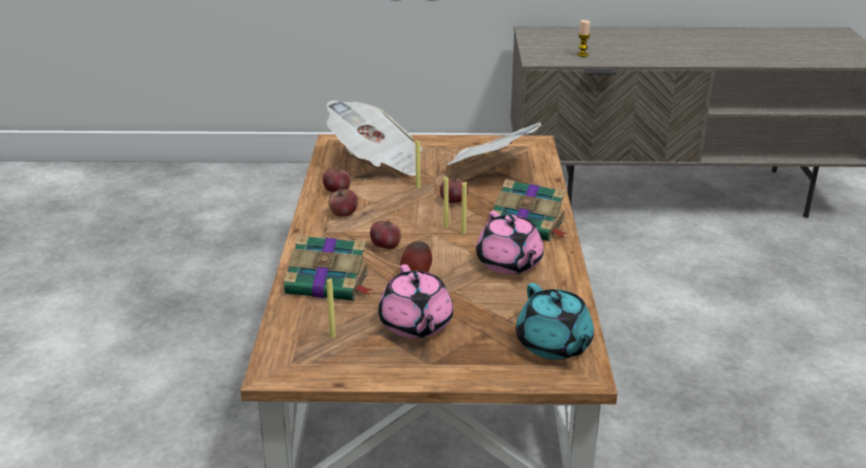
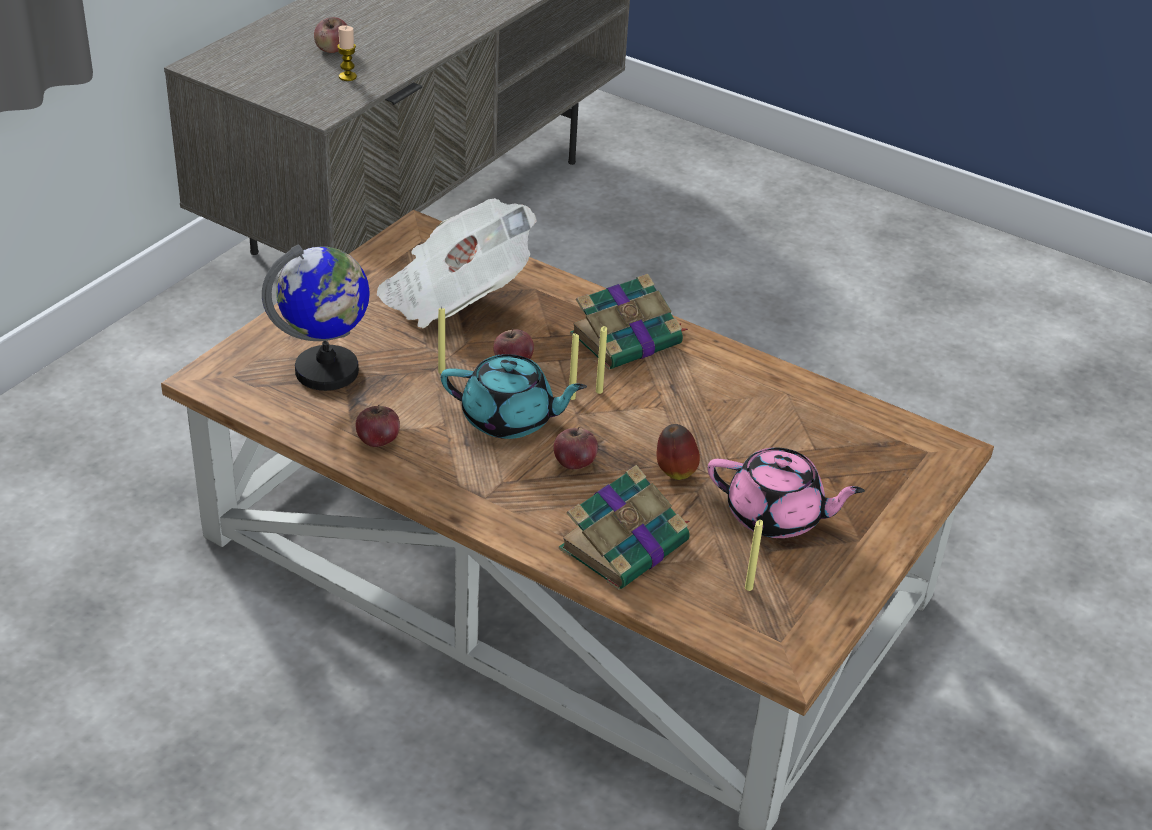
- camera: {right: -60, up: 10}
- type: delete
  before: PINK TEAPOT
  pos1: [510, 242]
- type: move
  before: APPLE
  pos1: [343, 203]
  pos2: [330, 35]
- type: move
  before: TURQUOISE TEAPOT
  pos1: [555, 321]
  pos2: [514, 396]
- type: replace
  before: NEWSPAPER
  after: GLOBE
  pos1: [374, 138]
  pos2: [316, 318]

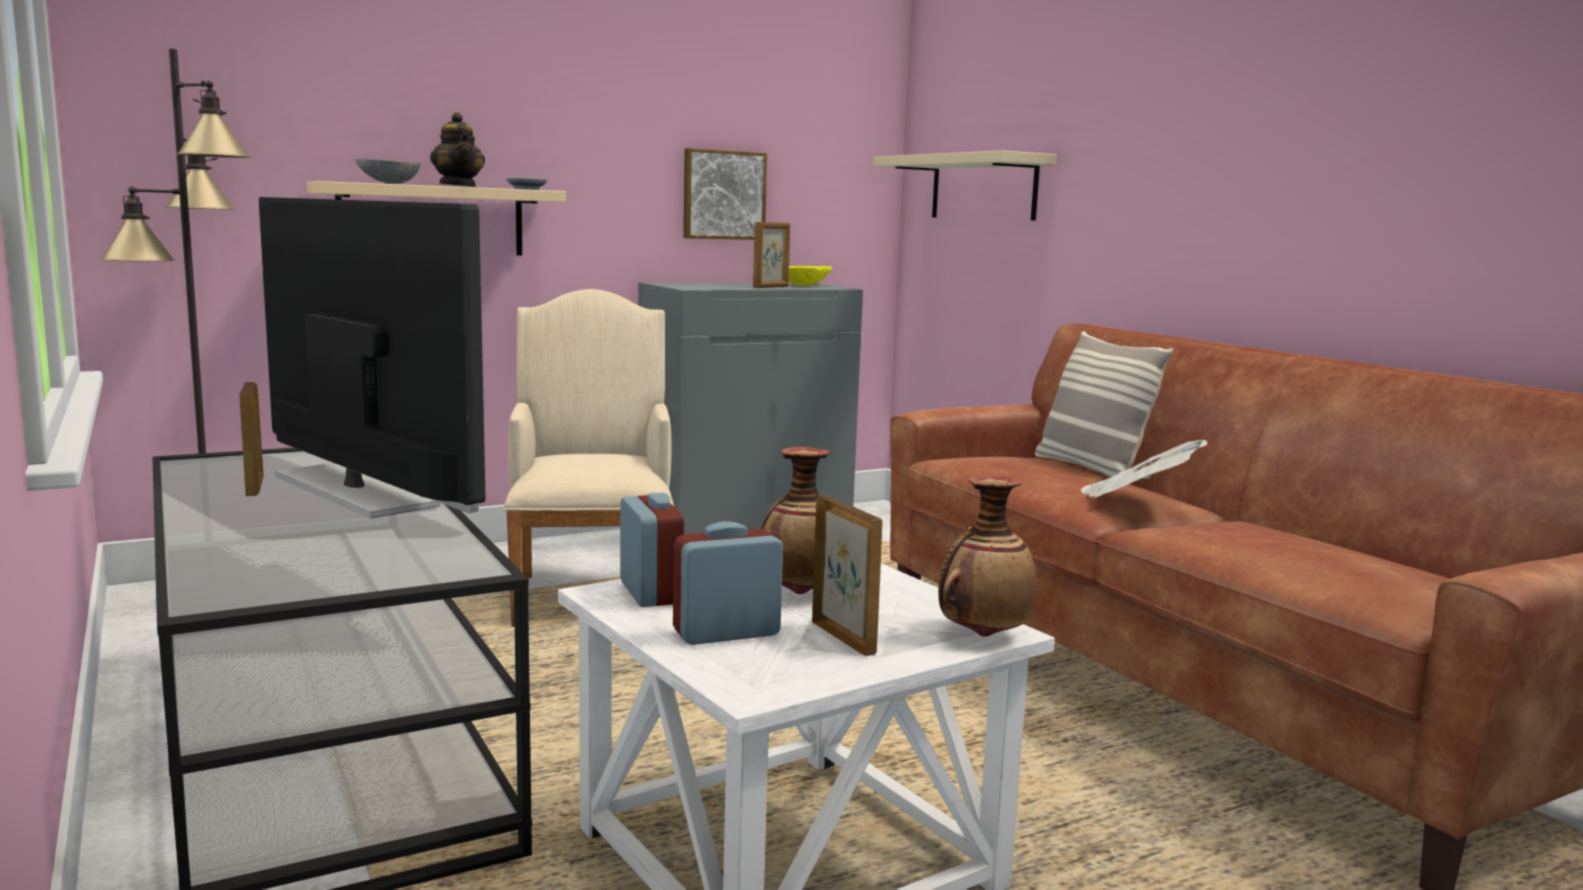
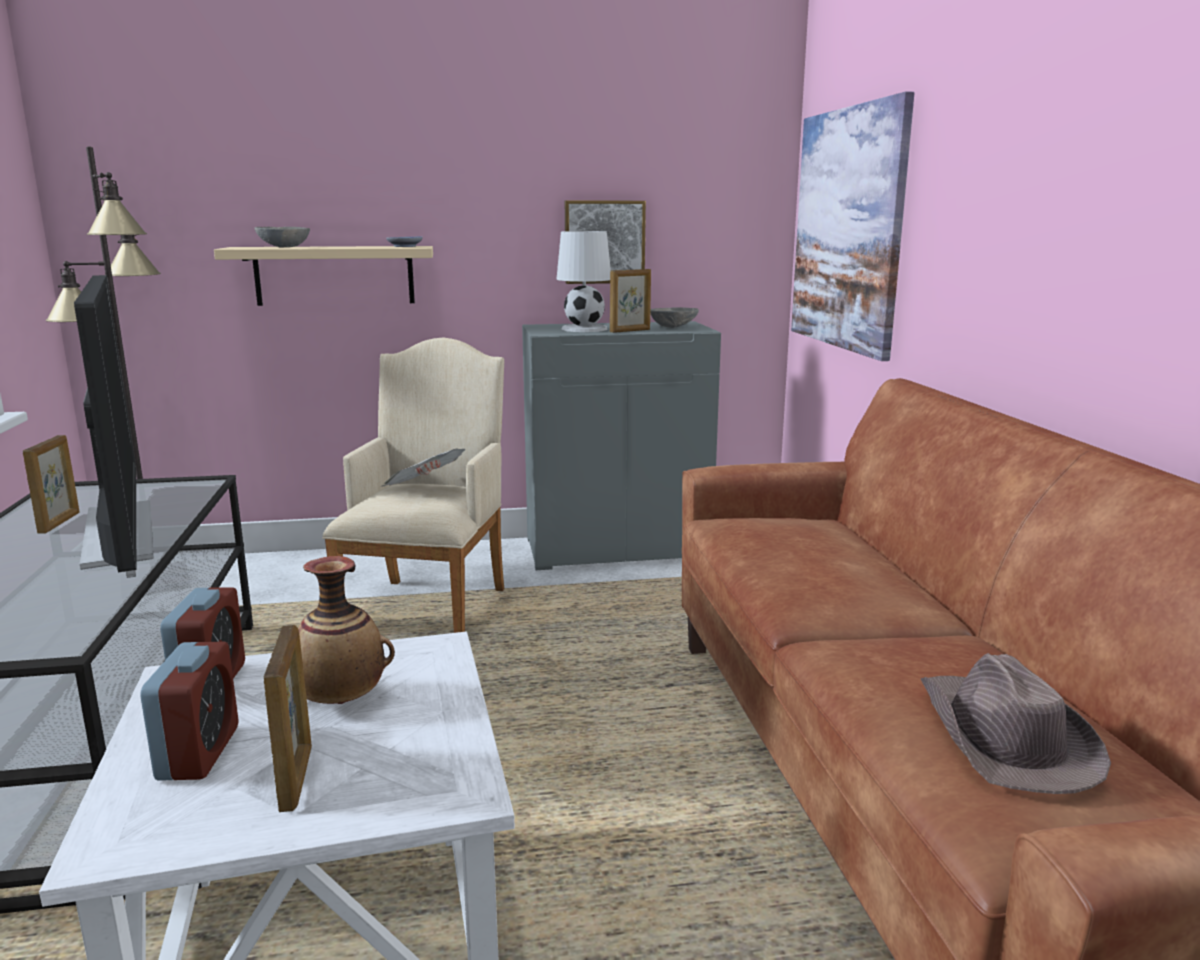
- camera: {right: 20, up: 5}
- type: delete
  before: TEAPOT
  pos1: [457, 149]
- type: delete
  before: VASE
  pos1: [987, 556]
- type: delete
  before: PILLOW
  pos1: [1104, 404]
- type: insert
  after: WHITE TABLE LAMP
  pos2: [583, 281]
- type: insert
  after: BROWN HAT
  pos2: [1016, 723]
- type: move
  before: NEWSPAPER
  pos1: [1143, 469]
  pos2: [423, 467]
- type: replace
  before: BEIGE SHELF
  after: PICTURE
  pos1: [965, 185]
  pos2: [852, 226]
- type: recolor
  before: YELLOW BOWL
  after: GREY BOWL
  pos1: [810, 276]
  pos2: [674, 317]
- type: rotate
  before: ALARM CLOCK
  pos1: [728, 583]
  pos2: [189, 711]
  turn: 90

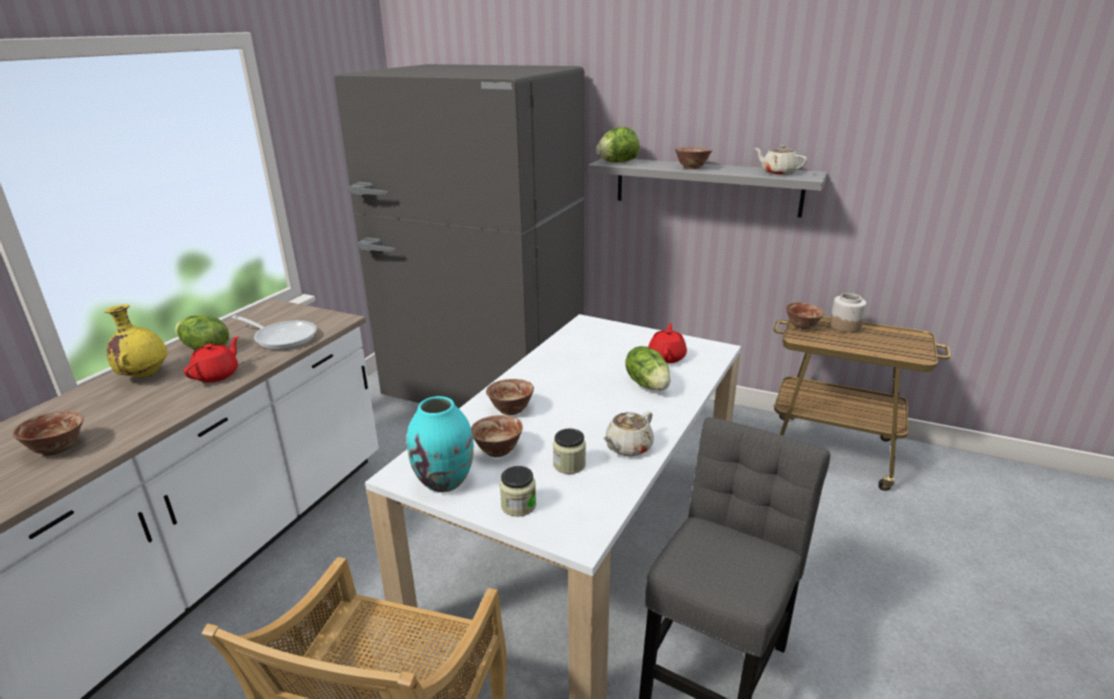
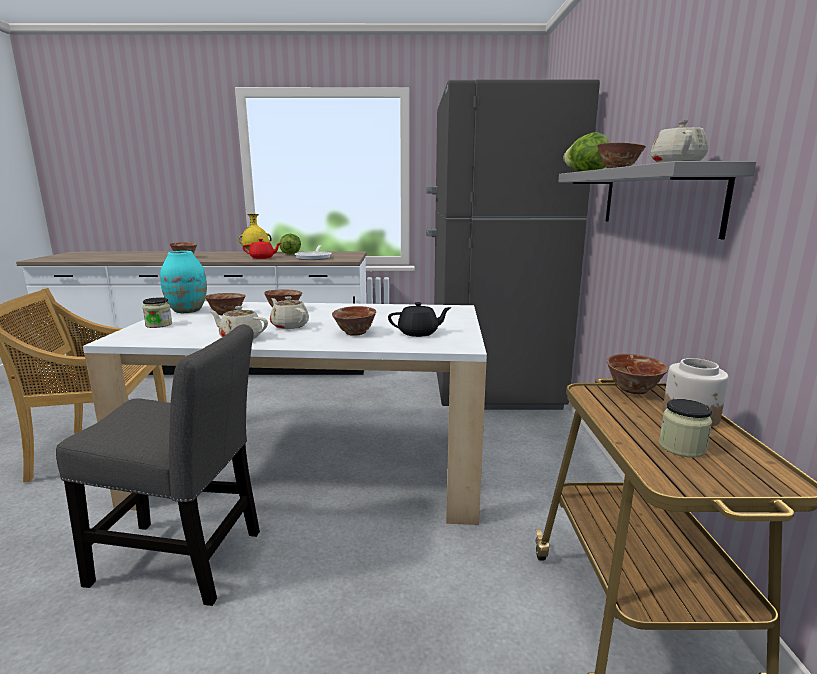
- camera: {right: 65, up: -10}
- type: insert
  after: BEIGE TEAPOT
  pos2: [289, 313]
- type: move
  before: JAR
  pos1: [569, 451]
  pos2: [685, 428]
- type: replace
  before: LETTUCE
  after: BOWL
  pos1: [648, 368]
  pos2: [354, 321]
- type: recolor
  before: RED TEAPOT
  after: BLACK TEAPOT
  pos1: [667, 343]
  pos2: [420, 319]

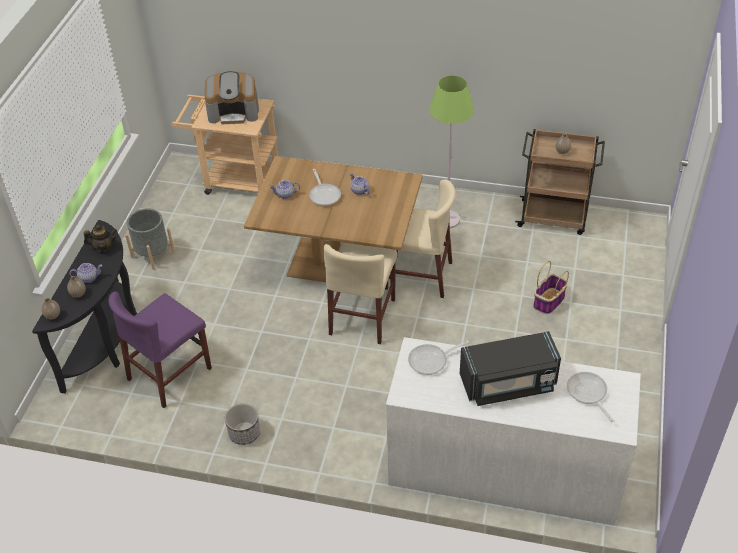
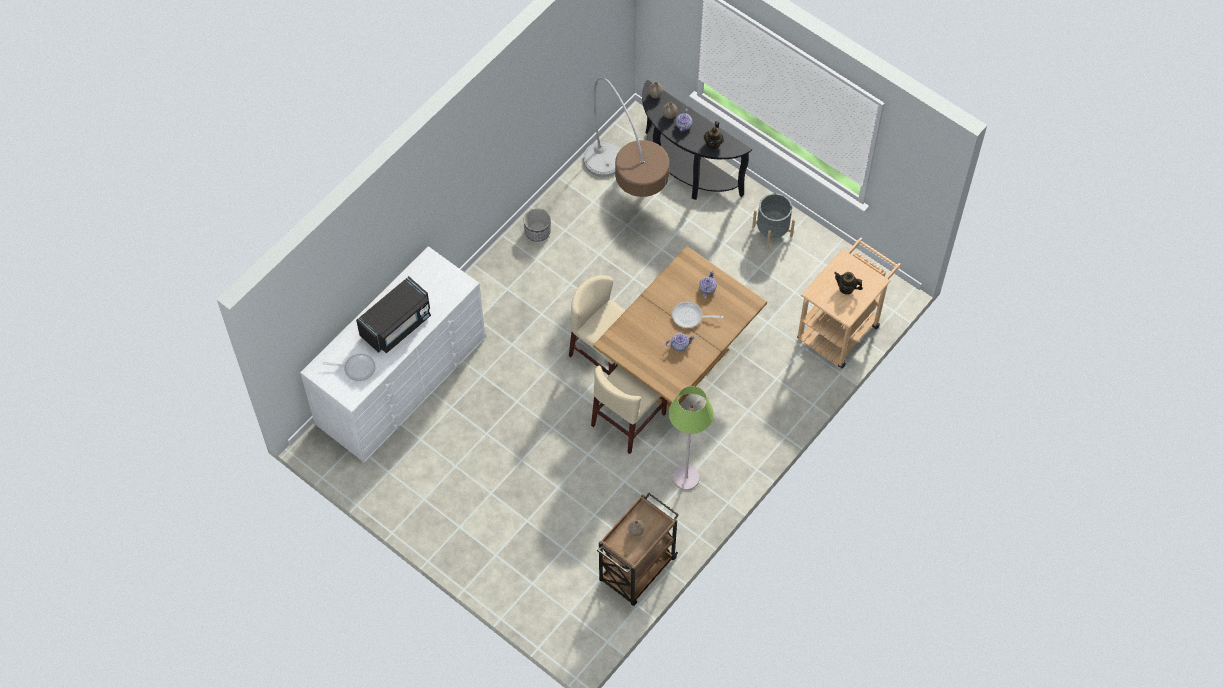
- camera: {right: 115, up: 15}
- type: delete
  before: FRYING PAN
  pos1: [438, 357]
- type: delete
  before: BASKET
  pos1: [551, 287]
- type: replace
  before: PURPLE CHAIR
  after: FLOOR LAMP
  pos1: [160, 349]
  pos2: [626, 137]
- type: replace
  before: COFFEE MACHINE
  after: TEAPOT
  pos1: [232, 97]
  pos2: [848, 283]
- type: rotate
  before: BLACK MICROWAVE
  pos1: [510, 368]
  pos2: [393, 314]
  turn: -150

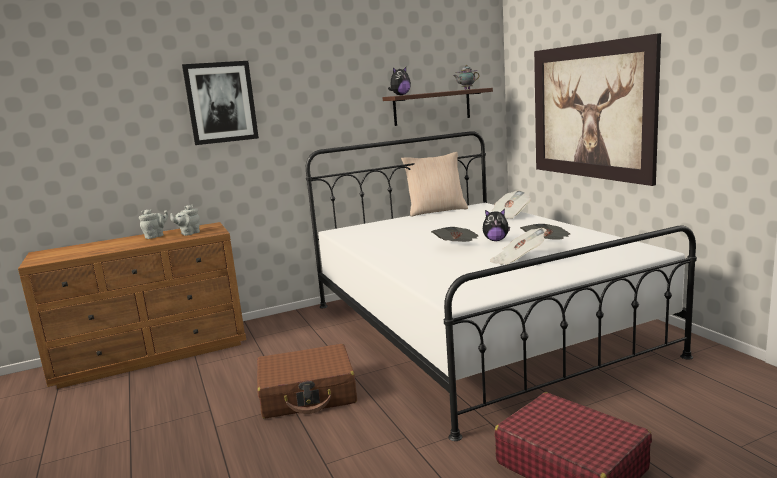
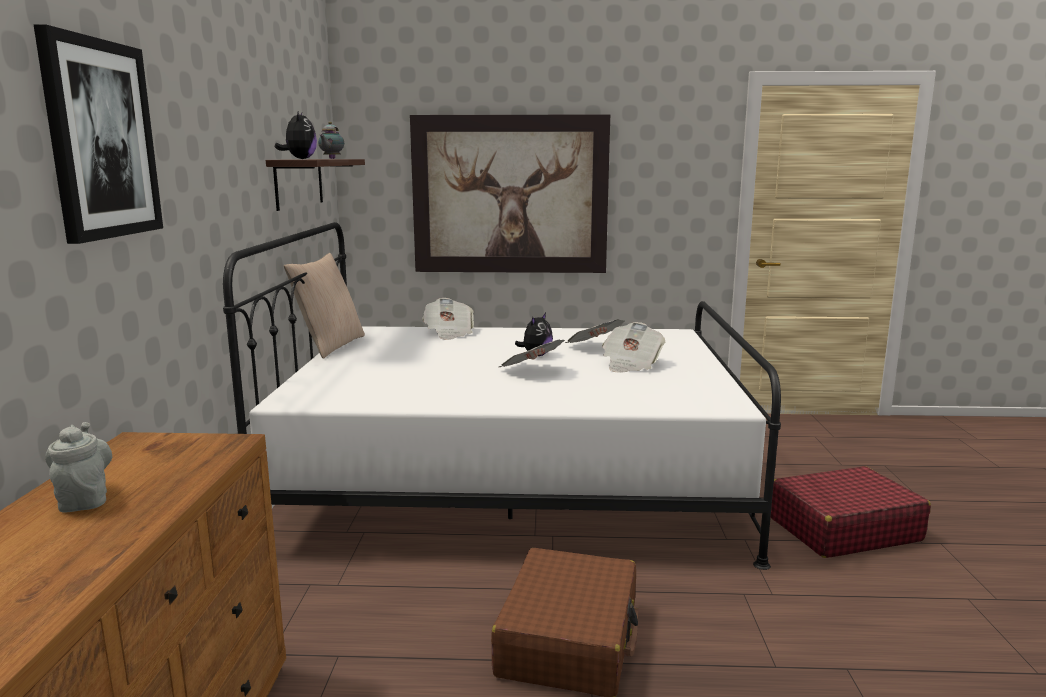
- camera: {right: -65, up: 0}
- type: delete
  before: GREY TEAPOT
  pos1: [185, 220]

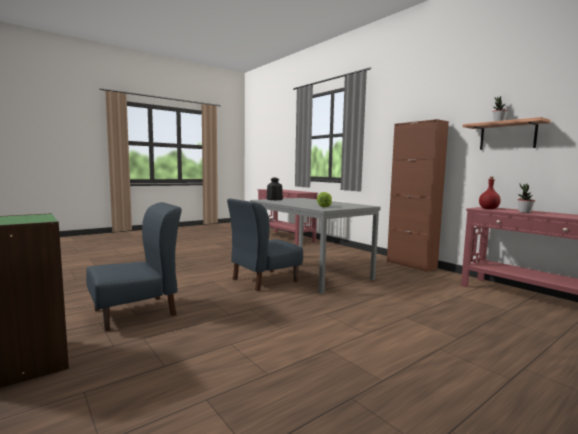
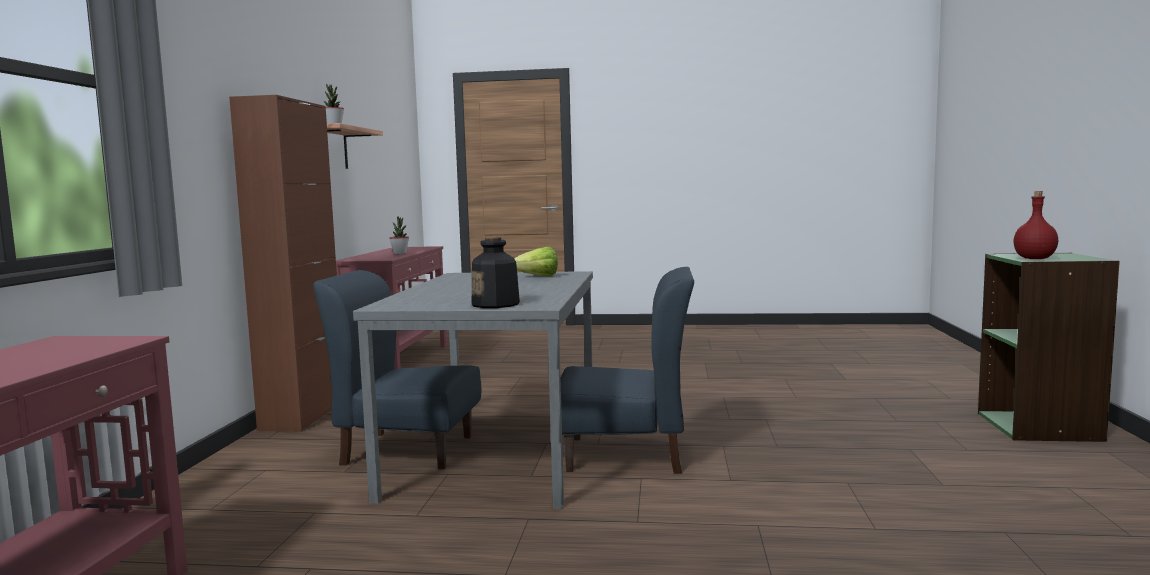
- camera: {right: -135, up: 0}
- type: move
  before: BLUE CHAIR
  pos1: [134, 266]
  pos2: [397, 369]
- type: move
  before: RED BOTTLE
  pos1: [490, 193]
  pos2: [1035, 225]

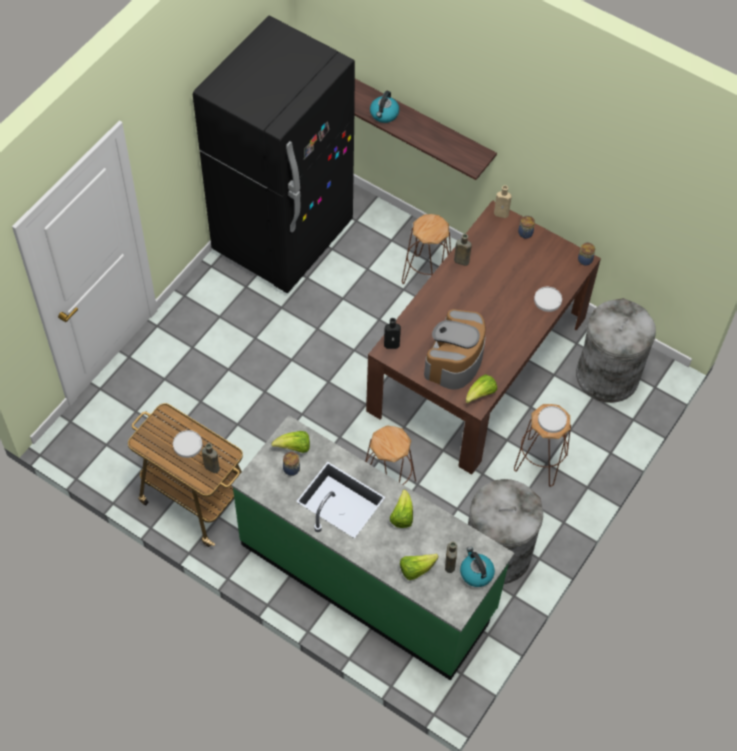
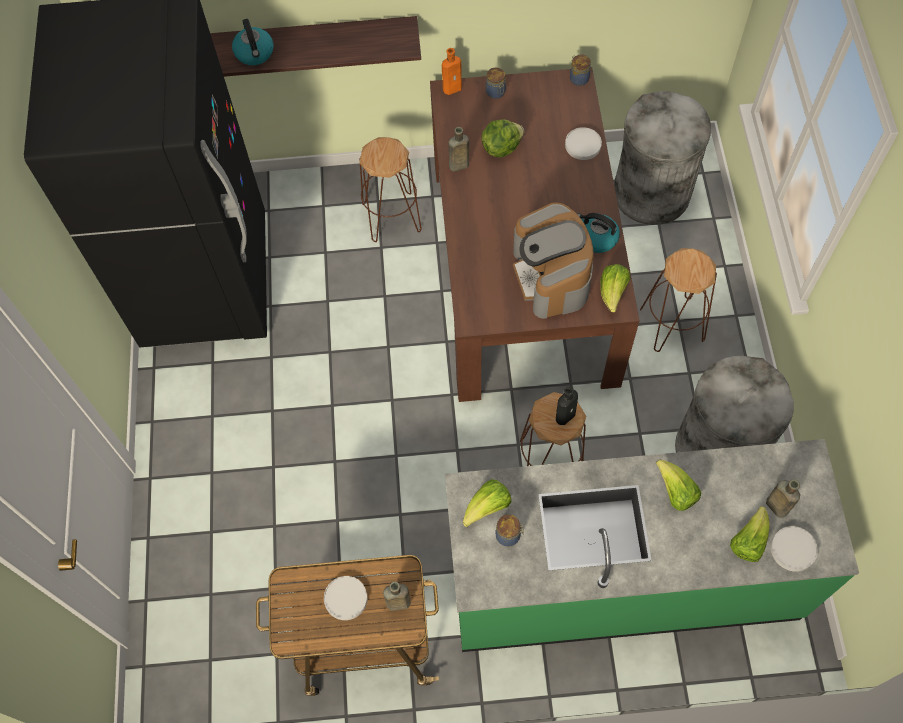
- camera: {right: -35, up: 5}
- type: insert
  after: LETTUCE
  pos2: [502, 138]
- type: move
  before: BLACK BOTTLE
  pos1: [392, 333]
  pos2: [567, 406]
- type: move
  before: KETTLE
  pos1: [477, 567]
  pos2: [599, 233]
- type: move
  before: WHITE PLATE
  pos1: [552, 419]
  pos2: [794, 549]
- type: recolor
  before: BEIGE BOTTLE
  after: ORANGE BOTTLE
  pos1: [503, 201]
  pos2: [452, 71]

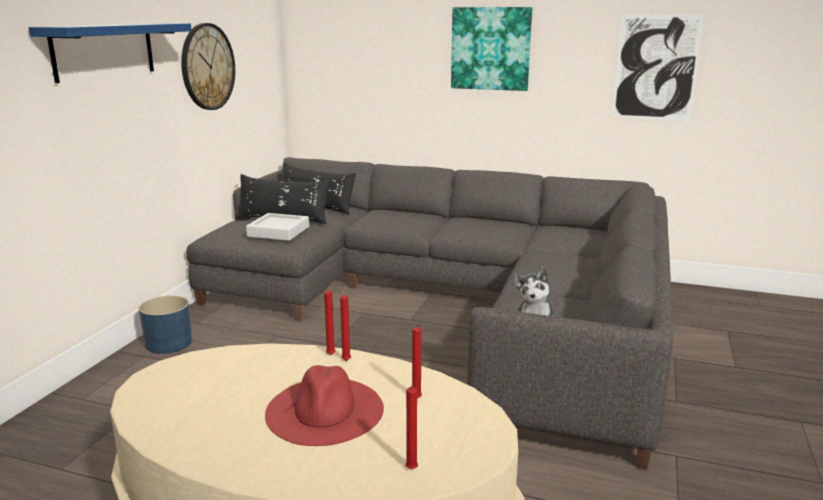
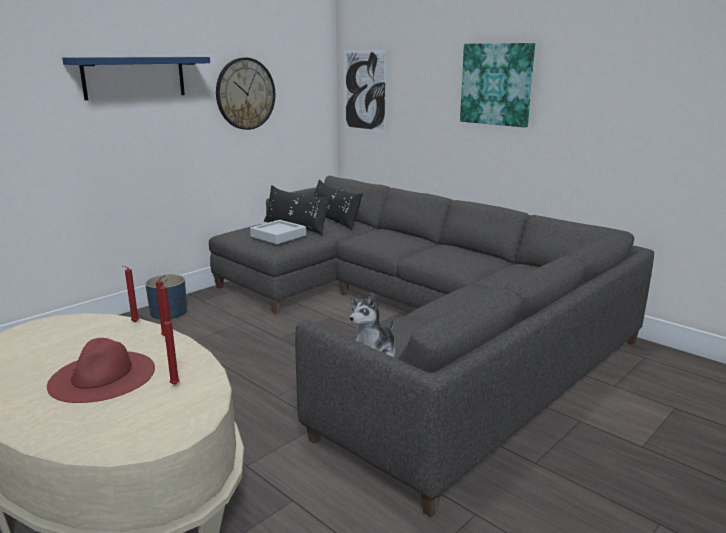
- camera: {right: 25, up: 0}
- type: move
  before: RED CANDLE
  pos1: [411, 427]
  pos2: [131, 294]
- type: move
  before: PICTURE
  pos1: [658, 67]
  pos2: [365, 91]

